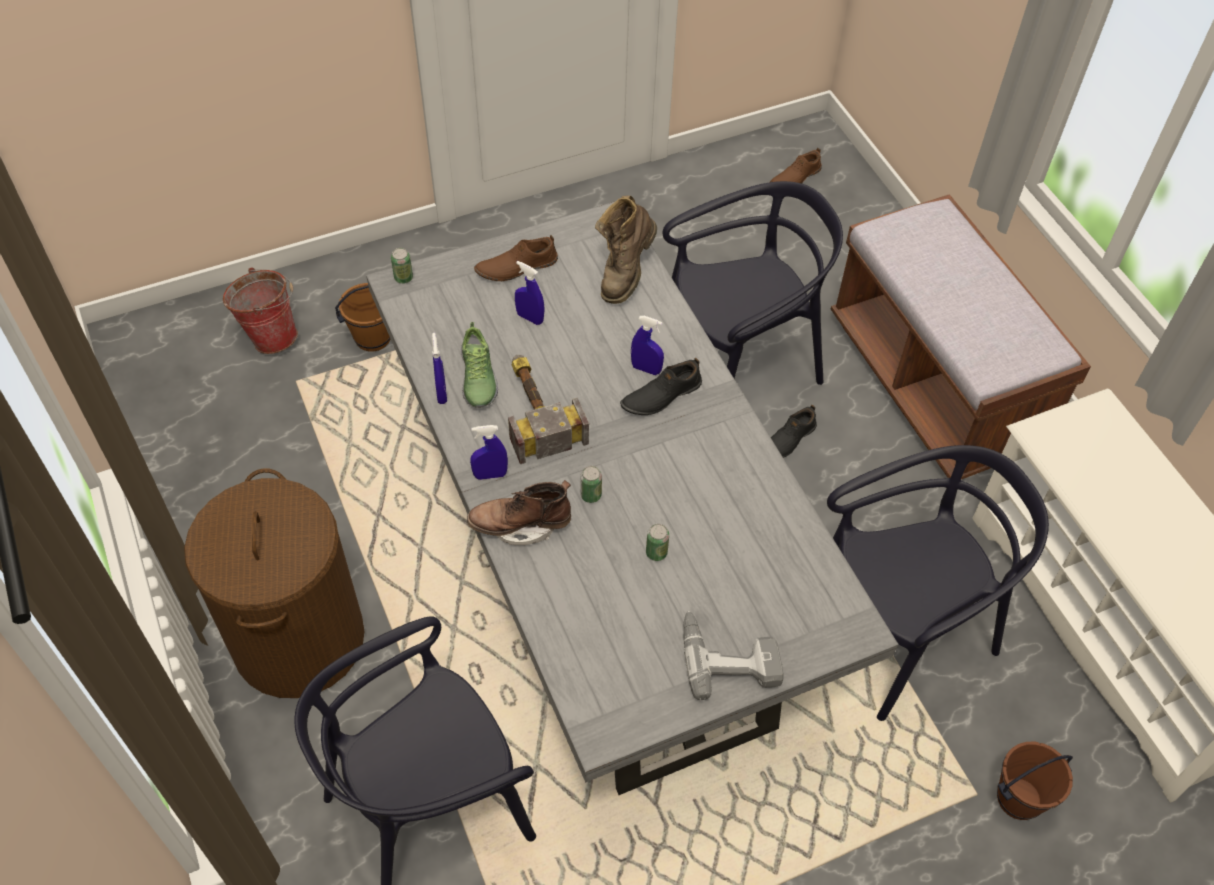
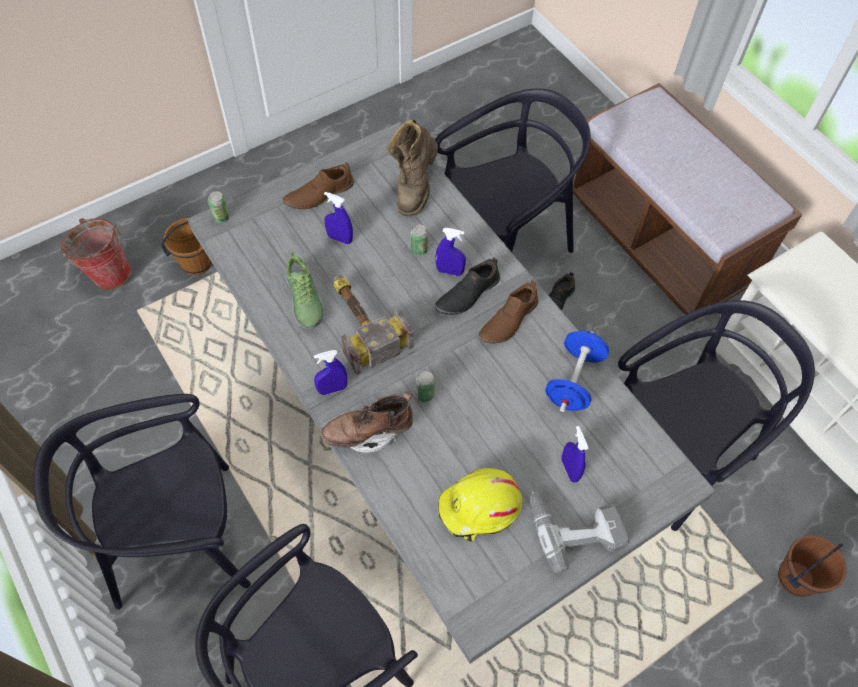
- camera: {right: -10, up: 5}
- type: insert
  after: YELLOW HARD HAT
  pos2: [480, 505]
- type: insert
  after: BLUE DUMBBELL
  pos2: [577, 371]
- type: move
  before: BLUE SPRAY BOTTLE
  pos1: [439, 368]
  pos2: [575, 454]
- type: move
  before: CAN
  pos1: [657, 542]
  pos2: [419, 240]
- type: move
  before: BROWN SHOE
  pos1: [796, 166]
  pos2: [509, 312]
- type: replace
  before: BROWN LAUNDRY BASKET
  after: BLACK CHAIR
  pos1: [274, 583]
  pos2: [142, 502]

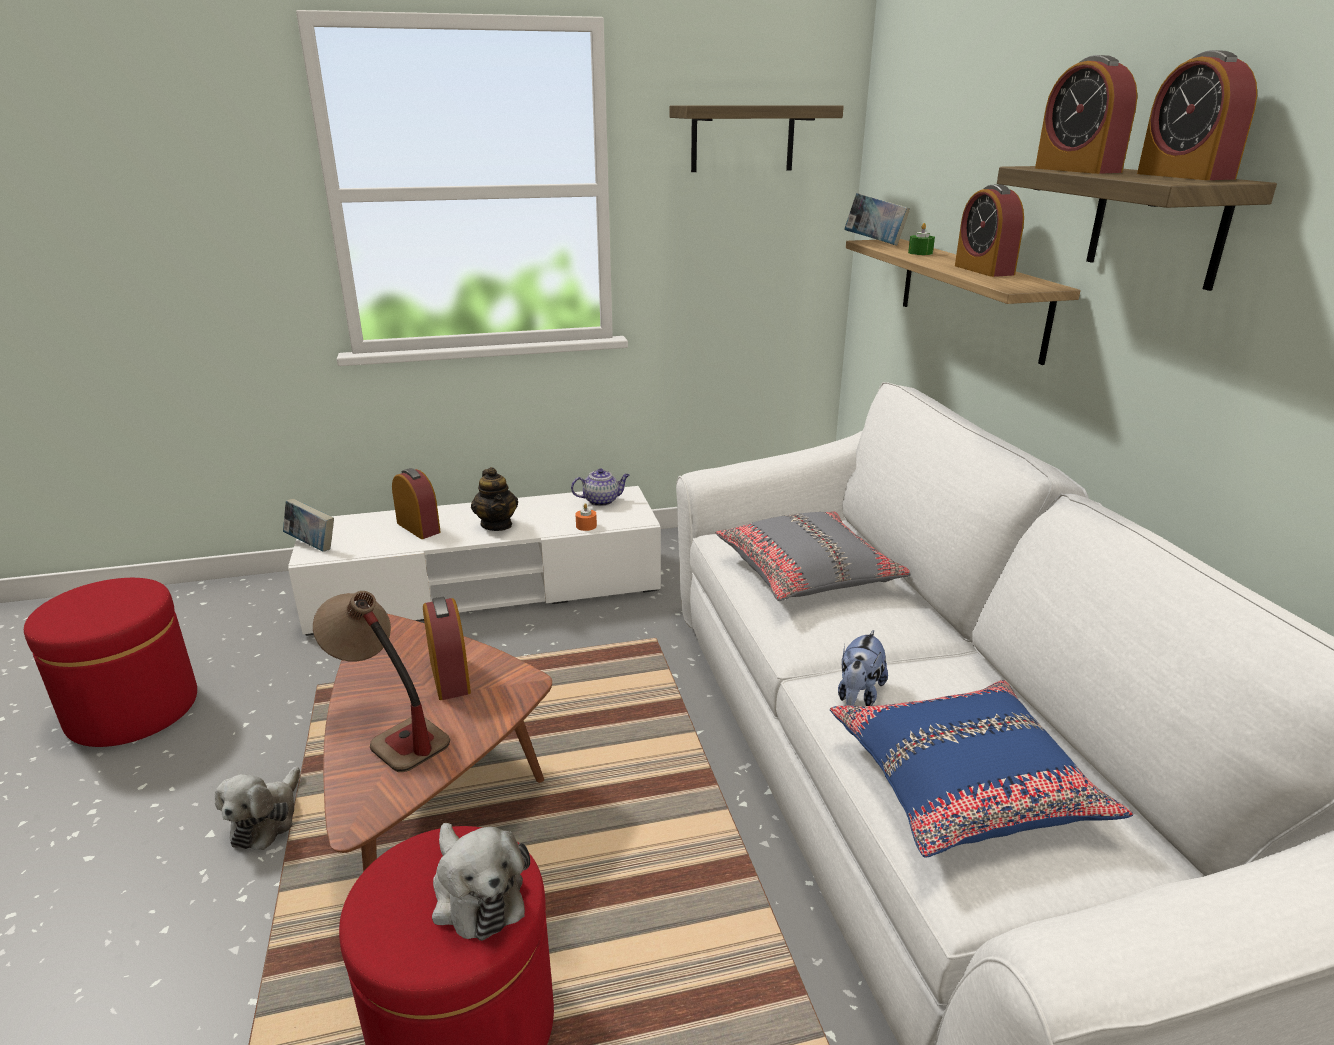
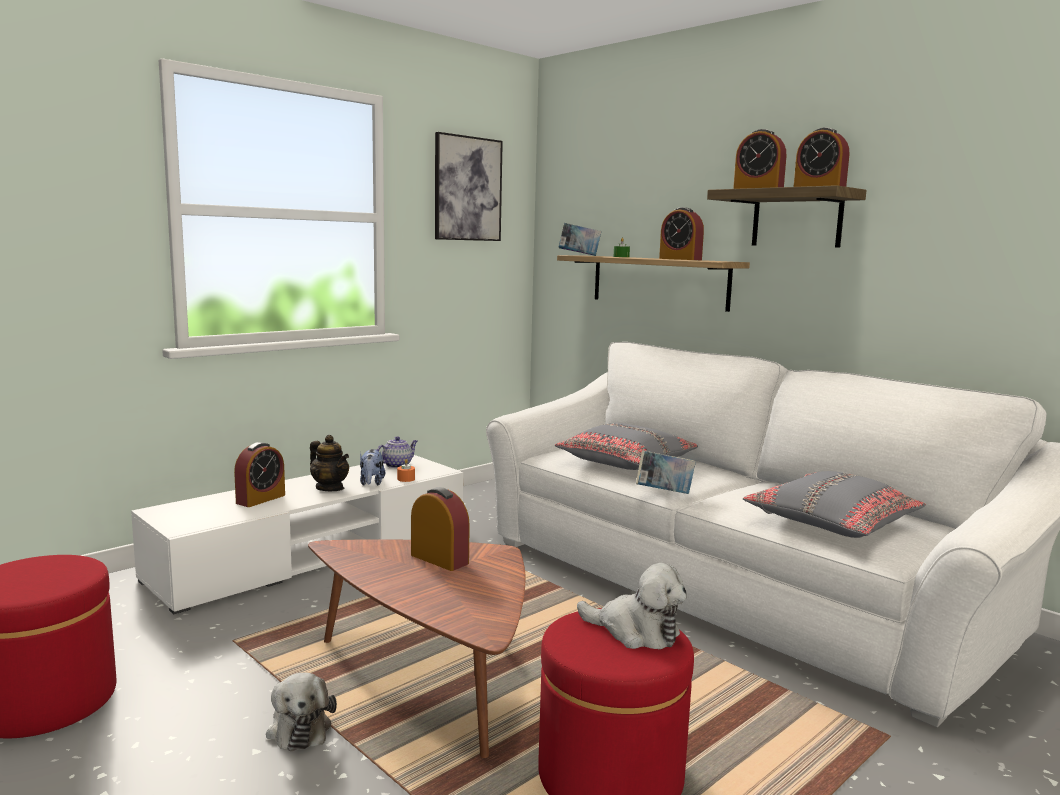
- camera: {right: -30, up: -15}
- type: delete
  before: TABLE LAMP
  pos1: [381, 681]
- type: move
  before: BOOK
  pos1: [308, 525]
  pos2: [666, 472]
- type: move
  before: PLUSH TOY
  pos1: [863, 668]
  pos2: [372, 467]
- type: replace
  before: SHELF
  after: PICTURE
  pos1: [757, 138]
  pos2: [469, 186]
- type: recolor
  before: BLUE PILLOW
  after: GREY PILLOW
  pos1: [981, 769]
  pos2: [834, 504]
- type: rotate
  before: ALARM CLOCK
  pos1: [416, 503]
  pos2: [259, 474]
  turn: 105

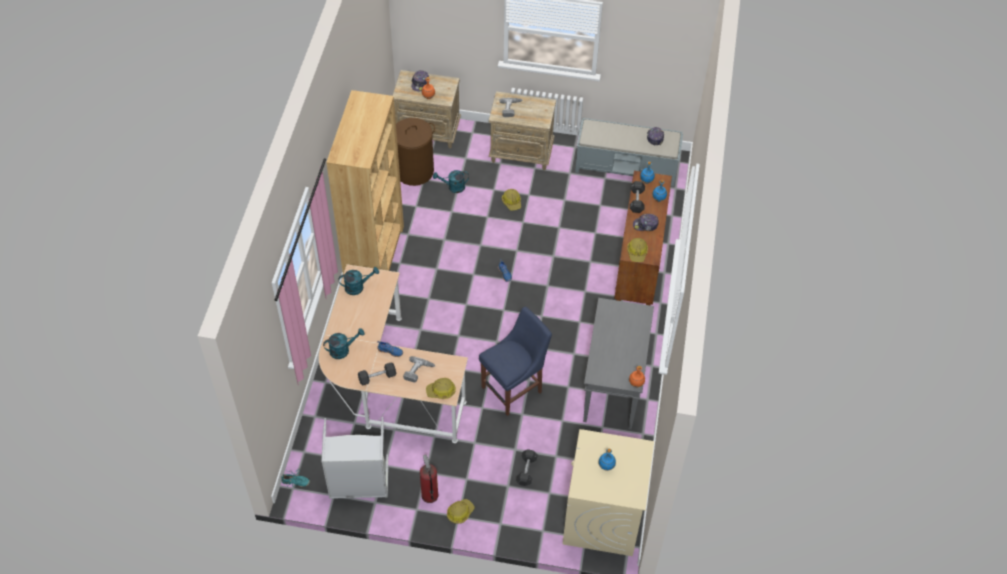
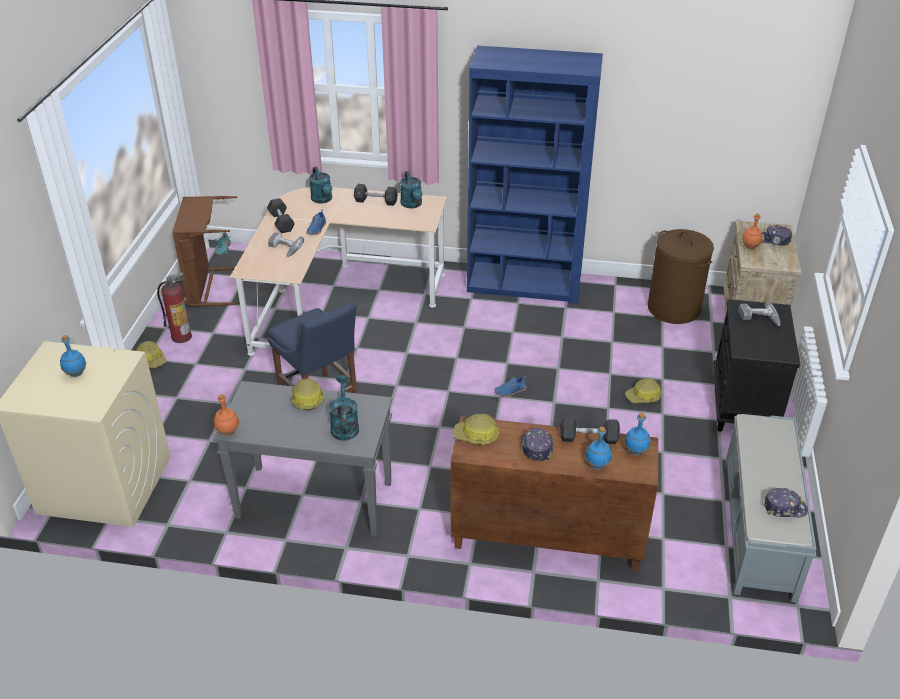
- camera: {right: 90, up: -15}
- type: move
  before: HARD HAT
  pos1: [441, 388]
  pos2: [308, 394]
- type: move
  before: TURQUOISE WATERING CAN
  pos1: [451, 181]
  pos2: [344, 408]
- type: move
  before: GREY DUMBBELL
  pos1: [527, 467]
  pos2: [376, 195]
- type: recolor
  before: GREY LAUNDRY BASKET
  after: BROWN LAUNDRY BASKET
  pos1: [355, 458]
  pos2: [206, 251]
- type: recolor
  before: BROWN BOOKCASE
  after: BLUE BOOKCASE
  pos1: [365, 182]
  pos2: [535, 174]
- type: recolor
  before: BEIGE NIGHTSTAND
  after: BLACK NIGHTSTAND
  pos1: [522, 130]
  pos2: [756, 365]

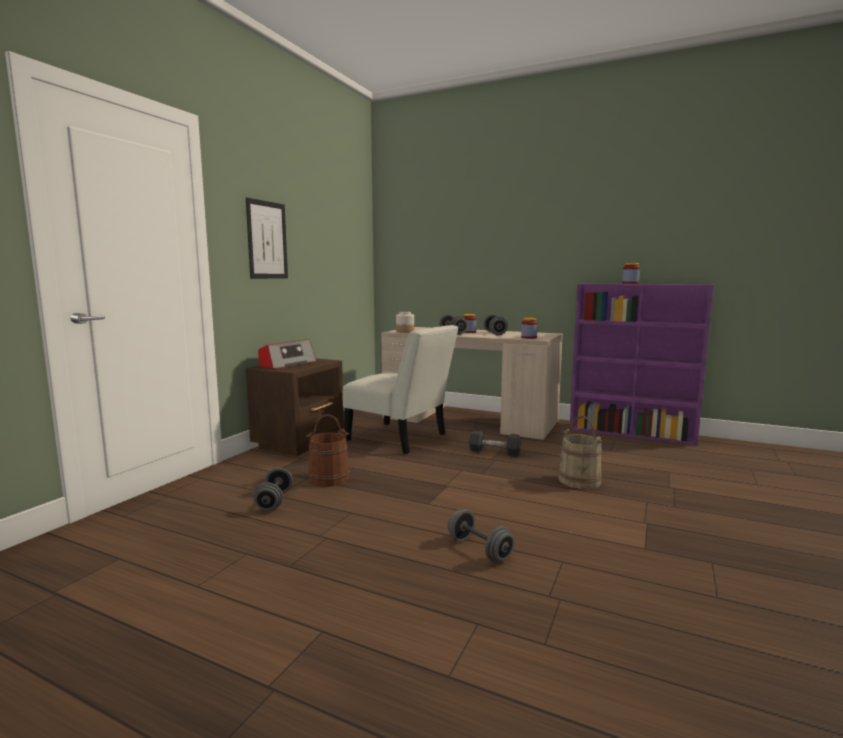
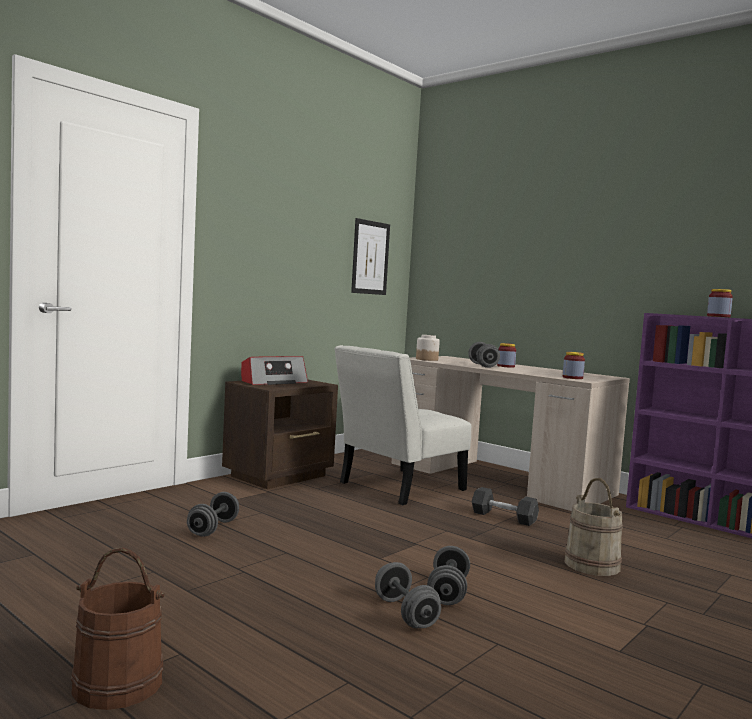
- camera: {right: 15, up: -5}
- type: move
  before: PICTURE
  pos1: [267, 238]
  pos2: [370, 256]
- type: move
  before: BROWN BUCKET
  pos1: [328, 450]
  pos2: [118, 628]
- type: move
  before: GREY DUMBBELL
  pos1: [496, 325]
  pos2: [448, 575]
- type: rotate
  before: WHITE CHAIR
  pos1: [400, 389]
  pos2: [402, 425]
  turn: 90

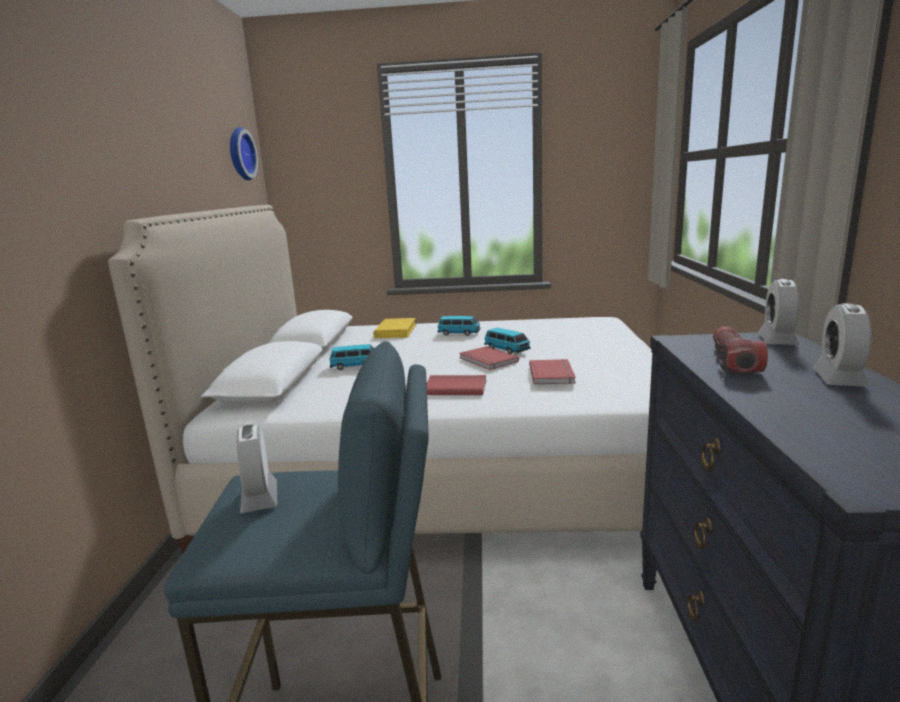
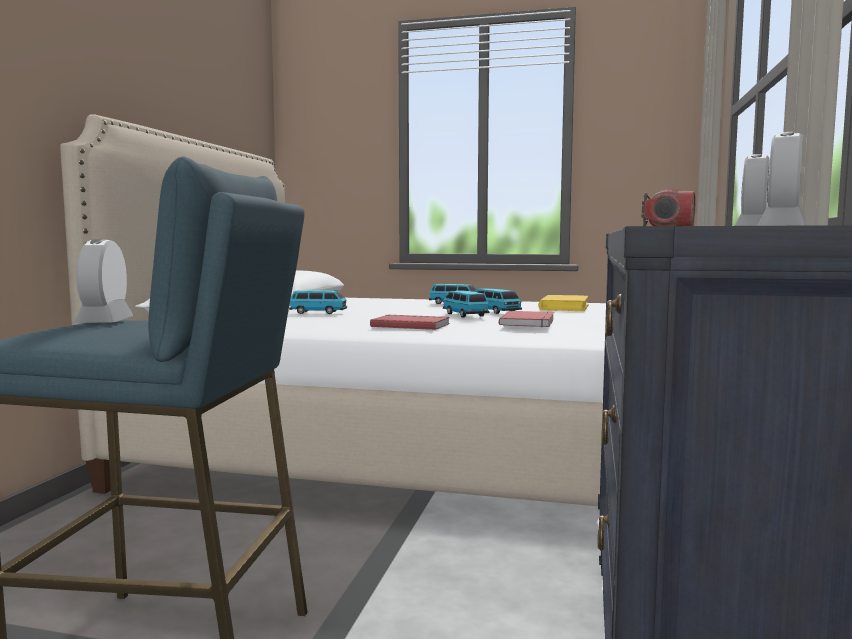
- camera: {right: 10, up: -10}
- type: delete
  before: WALL CLOCK
  pos1: [244, 154]
- type: move
  before: YELLOW BOOK
  pos1: [395, 328]
  pos2: [563, 303]
- type: replace
  before: RED BOOK
  after: TOY CAR
  pos1: [489, 358]
  pos2: [466, 304]

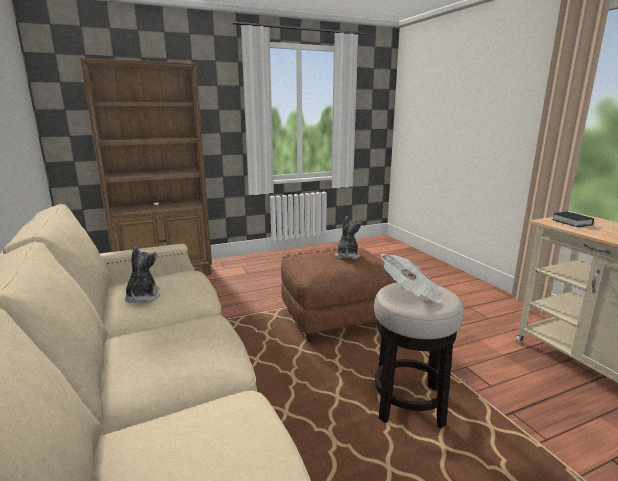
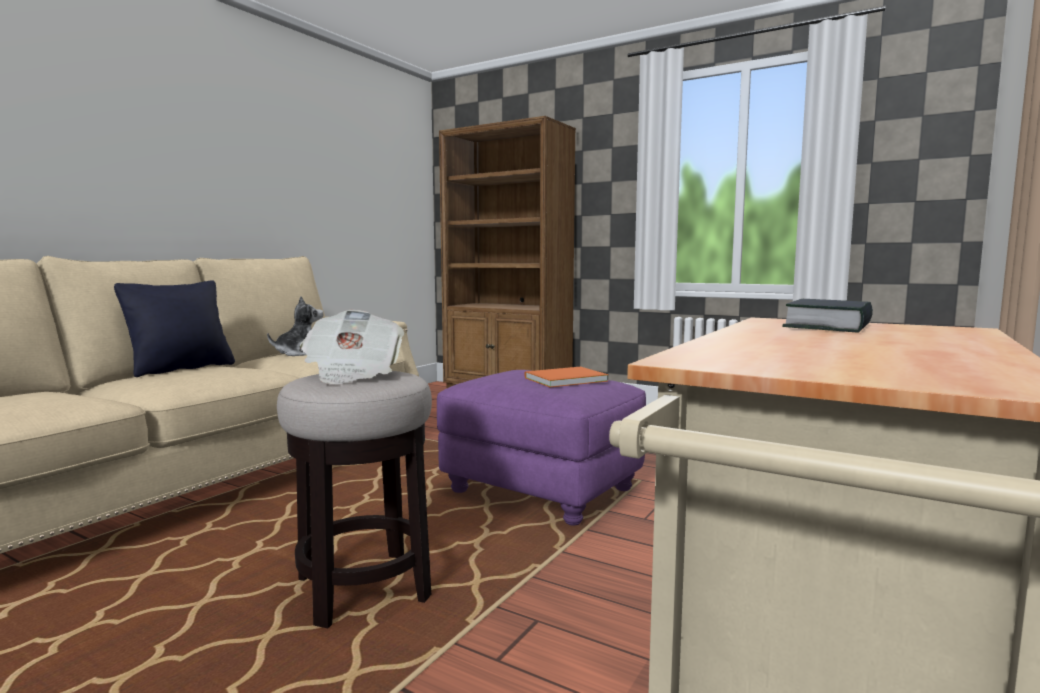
- camera: {right: 55, up: -10}
- type: insert
  after: BLACK PILLOW
  pos2: [174, 329]
- type: replace
  before: PLUSH TOY
  after: ORANGE BOOK
  pos1: [348, 237]
  pos2: [566, 377]
- type: recolor
  before: BROWN OTTOMAN
  after: PURPLE OTTOMAN
  pos1: [338, 295]
  pos2: [541, 448]

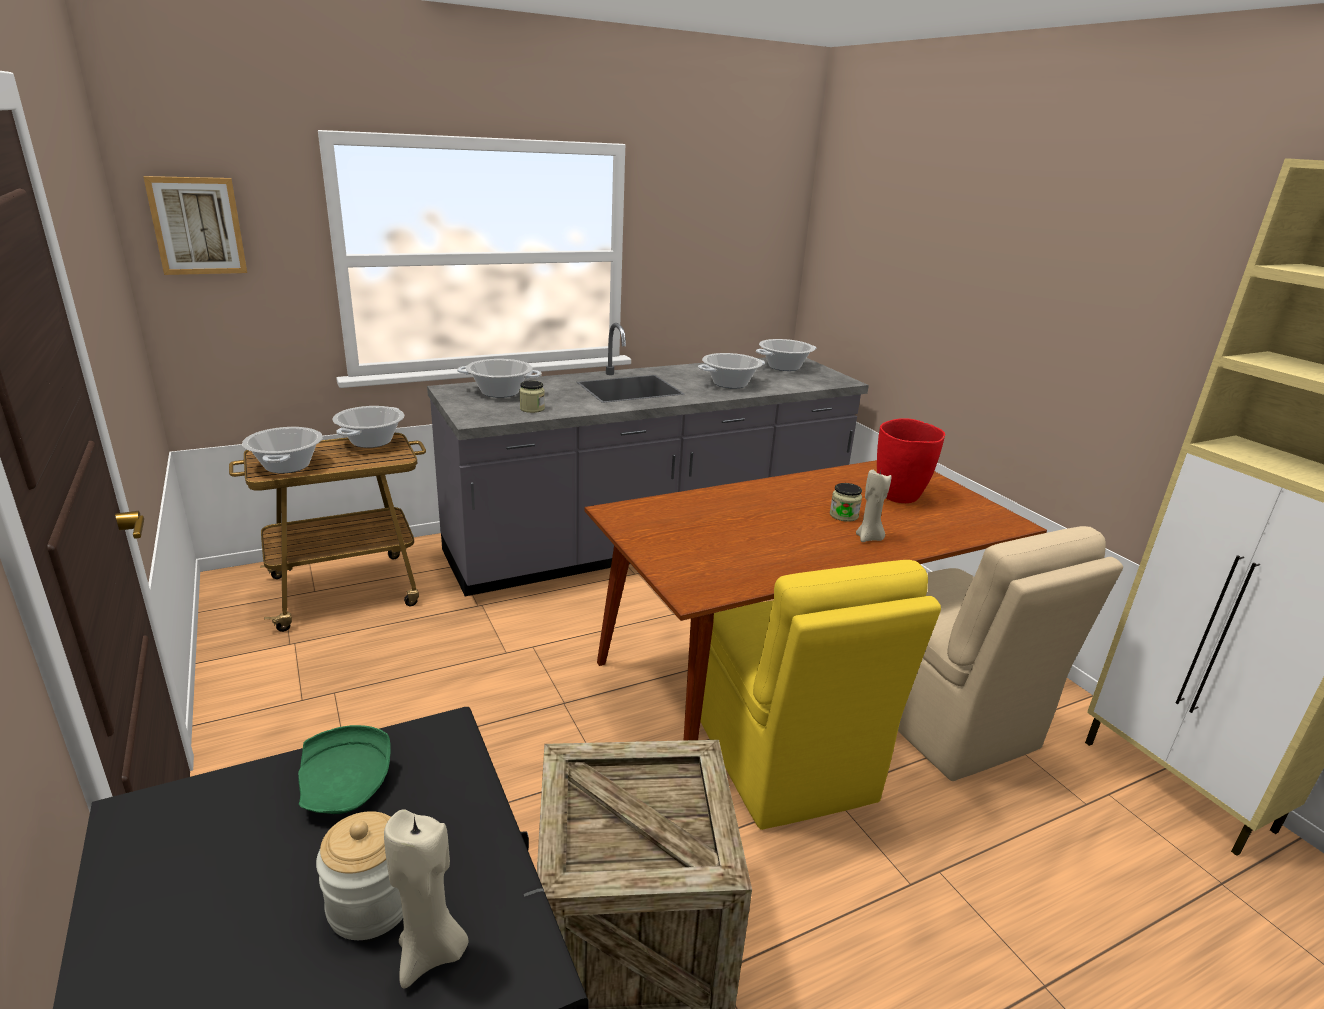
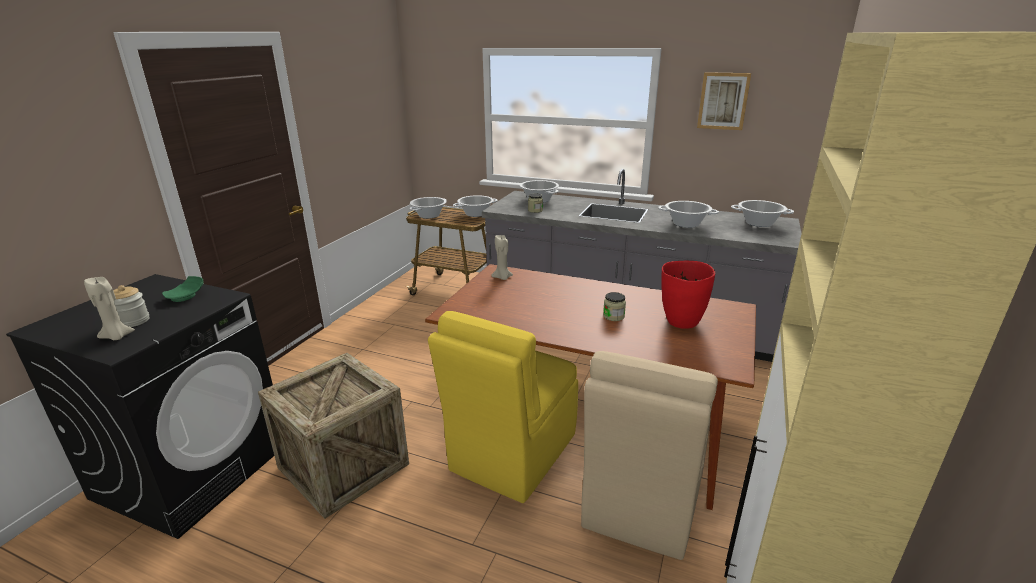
- camera: {right: 50, up: 0}
- type: move
  before: PICTURE
  pos1: [195, 225]
  pos2: [724, 101]
- type: move
  before: BEIGE CANDLE
  pos1: [873, 506]
  pos2: [502, 257]

